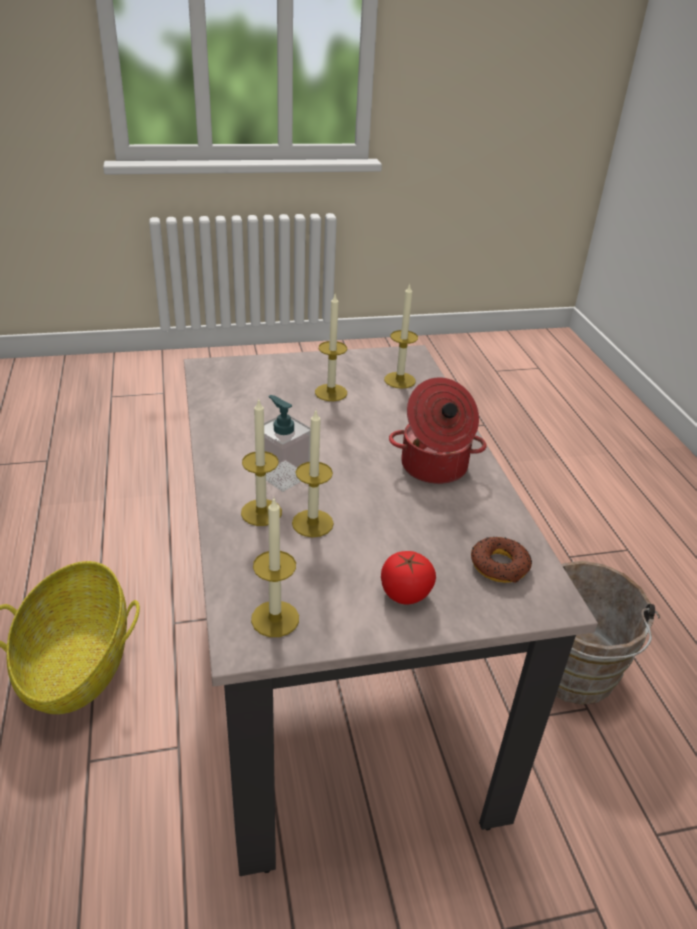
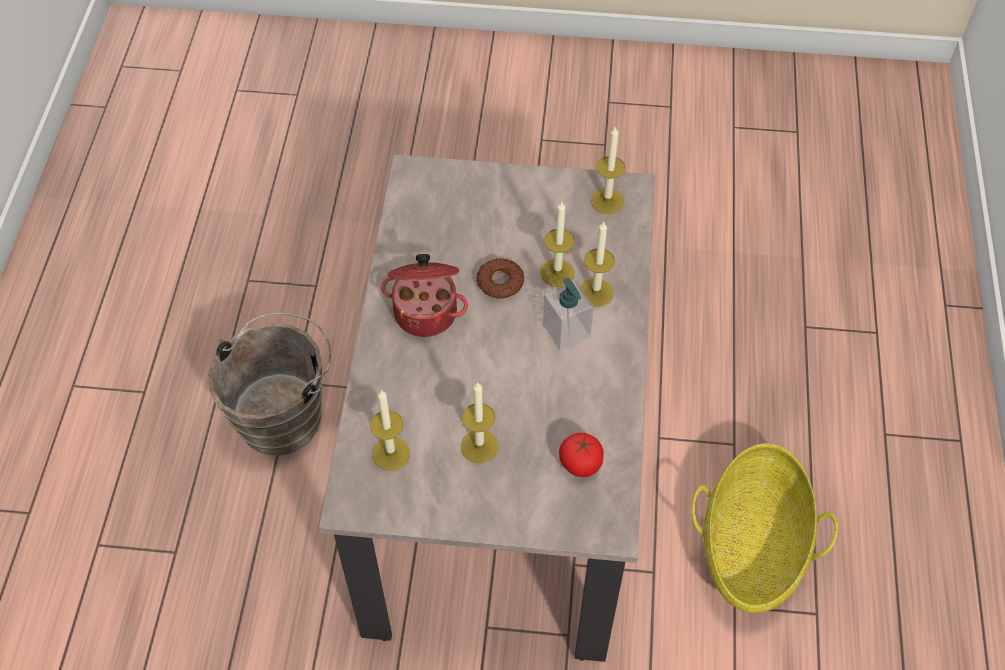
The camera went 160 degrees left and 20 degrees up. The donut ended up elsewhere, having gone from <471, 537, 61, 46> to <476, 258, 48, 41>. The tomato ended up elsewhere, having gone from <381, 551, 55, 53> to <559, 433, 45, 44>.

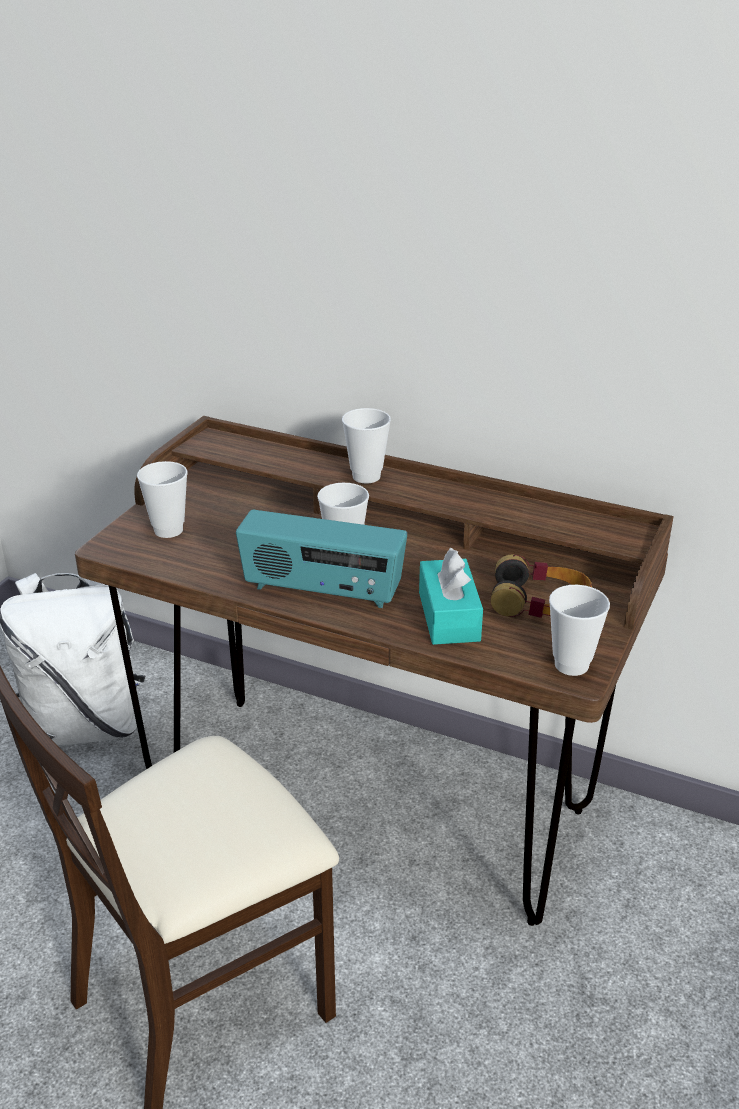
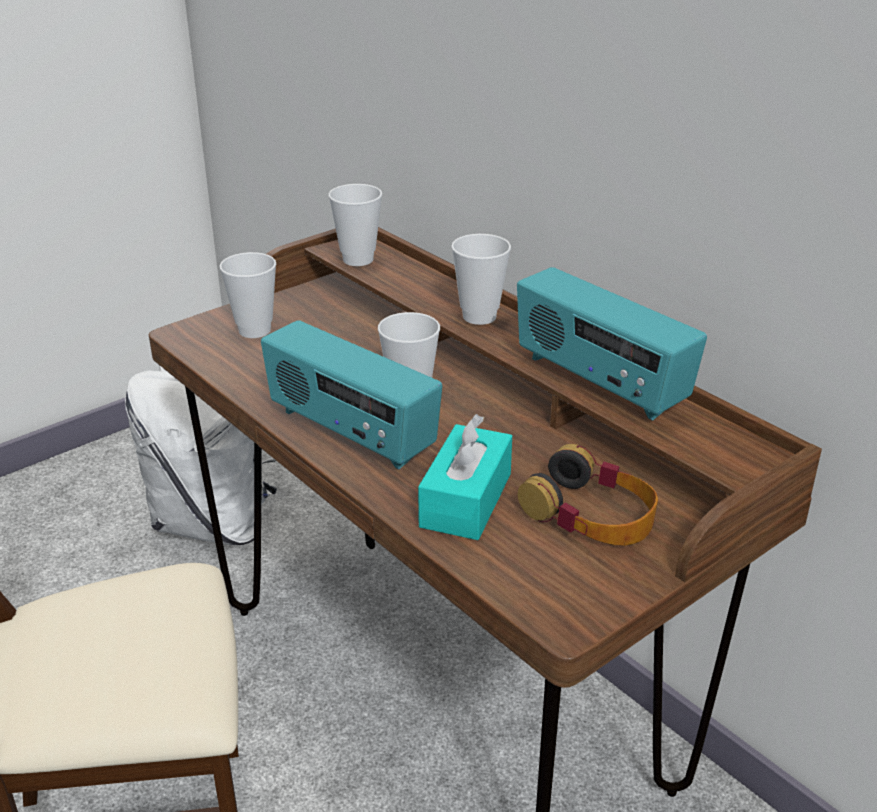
The camera went 25 degrees right and 0 degrees up. The cup ended up elsewhere, having gone from <549, 585, 61, 91> to <328, 184, 54, 82>. The second view gained the radio at <517, 267, 190, 154>.

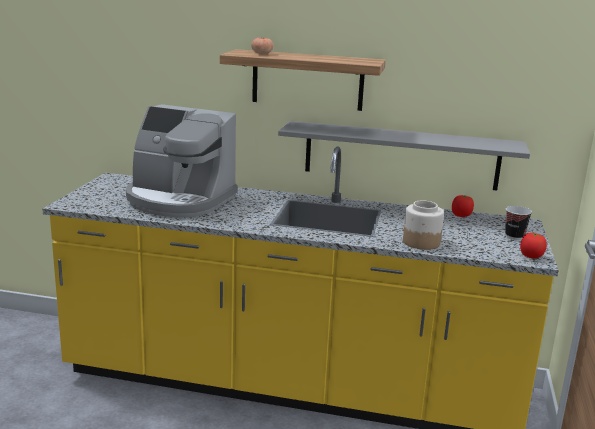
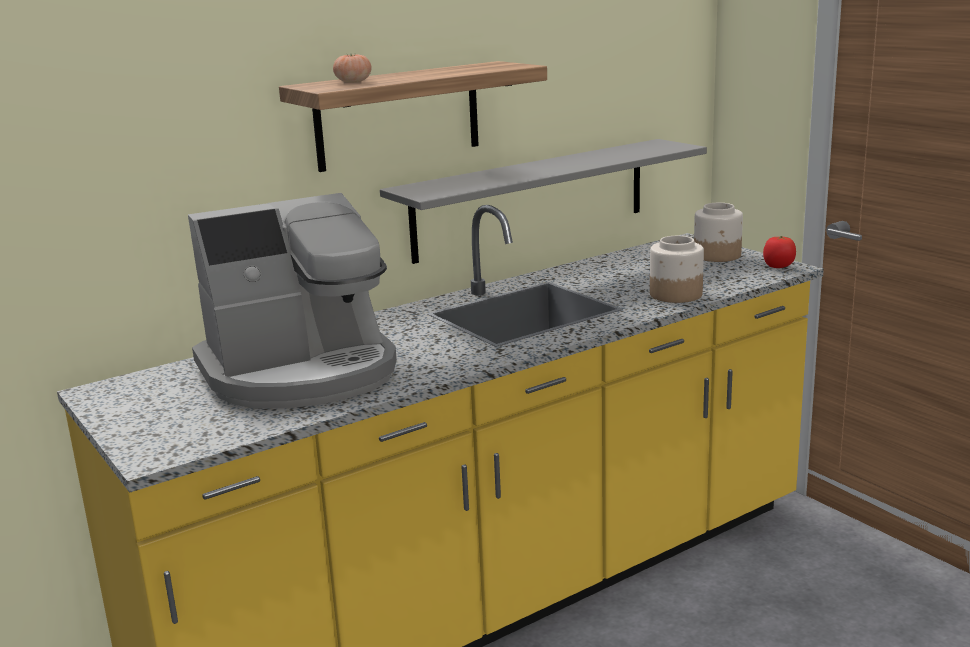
The camera went 45 degrees left and 0 degrees up. Where the cup stood at <505, 206, 27, 34>, the jar came to stand at <694, 203, 49, 59>. The second view lost the tomato at <452, 195, 22, 22>.

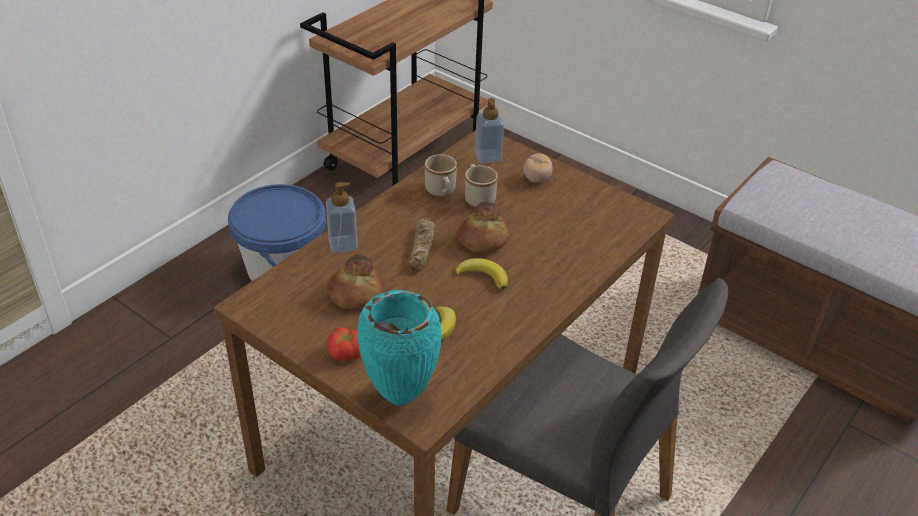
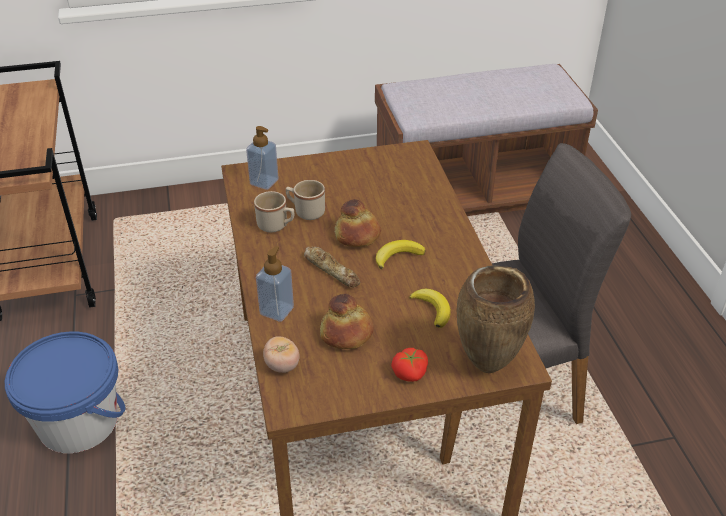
The camera went 50 degrees left and 0 degrees up. The tomato ended up elsewhere, having gone from <523, 153, 30, 30> to <263, 336, 37, 37>. What was the turquoise vase at <357, 290, 84, 116> turned into the brown vase at <457, 265, 78, 108>.

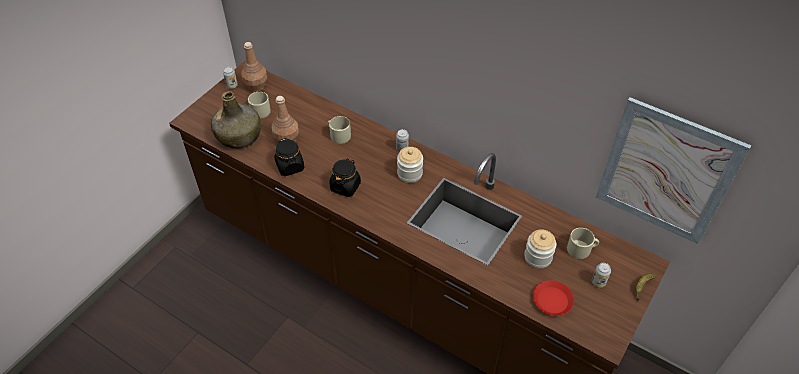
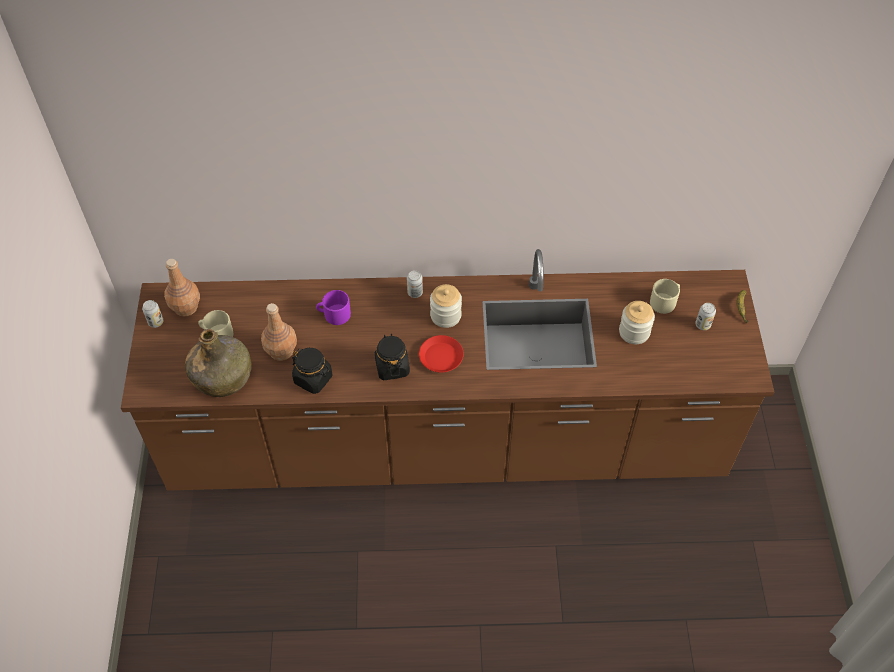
The camera went 35 degrees left and 5 degrees up. What was the beige mug at <327, 116, 24, 28> turned into the purple mug at <316, 290, 35, 35>. The red plate ended up elsewhere, having gone from <533, 280, 41, 36> to <419, 335, 45, 37>. The second view lost the picture at <596, 97, 155, 147>.

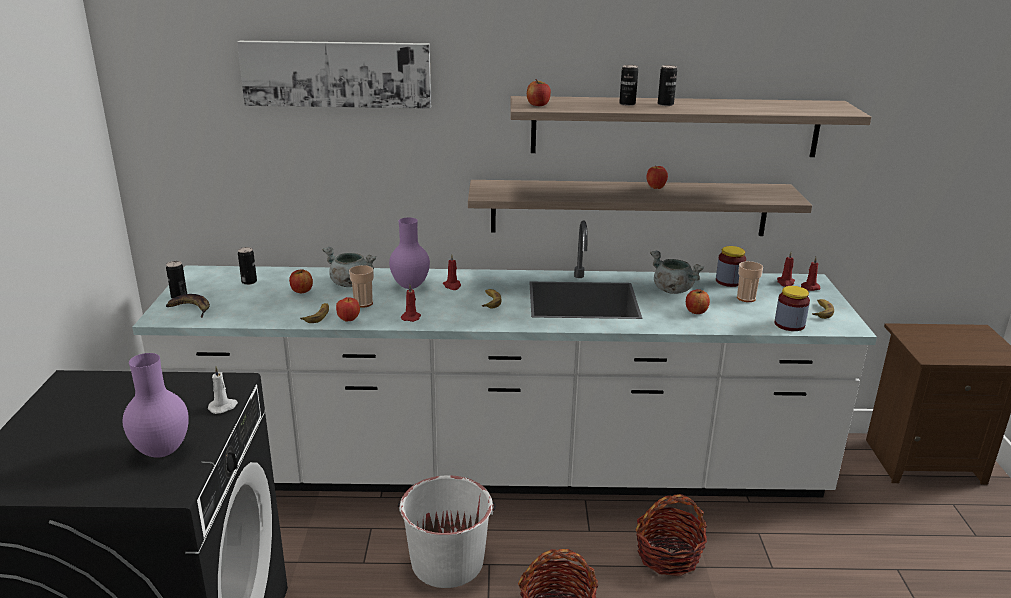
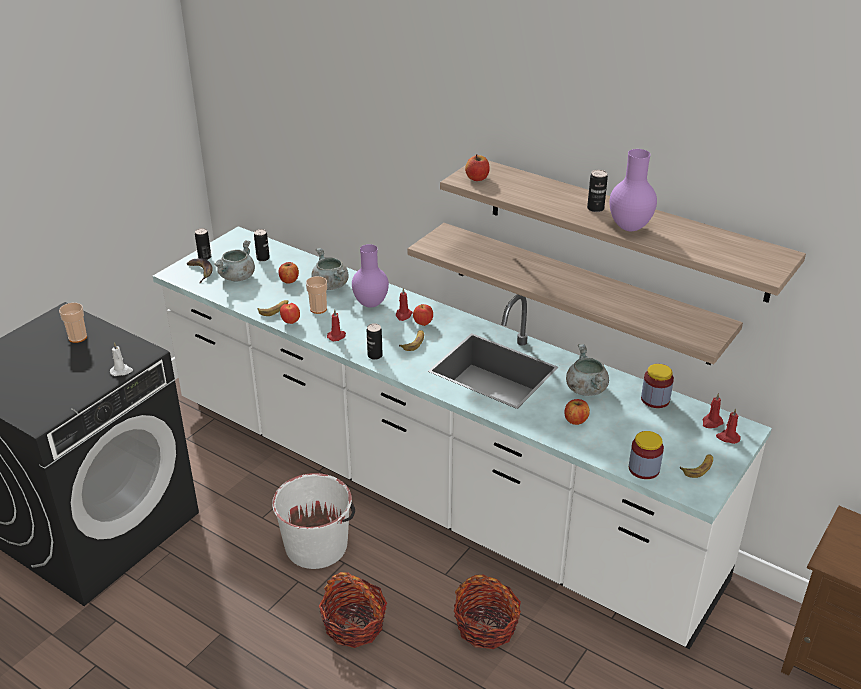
The camera went 35 degrees right and 10 degrees up. The cup ended up elsewhere, having gone from <737, 261, 26, 41> to <59, 303, 28, 40>. The second view gained the grey cooking pot at <214, 240, 41, 41>. The can ended up elsewhere, having gone from <619, 65, 19, 41> to <367, 323, 16, 37>. The apple ended up elsewhere, having gone from <646, 165, 22, 24> to <413, 304, 20, 22>. The purple vase ended up elsewhere, having gone from <122, 353, 67, 105> to <609, 149, 48, 82>. The second view lost the picture at <237, 41, 194, 68>.

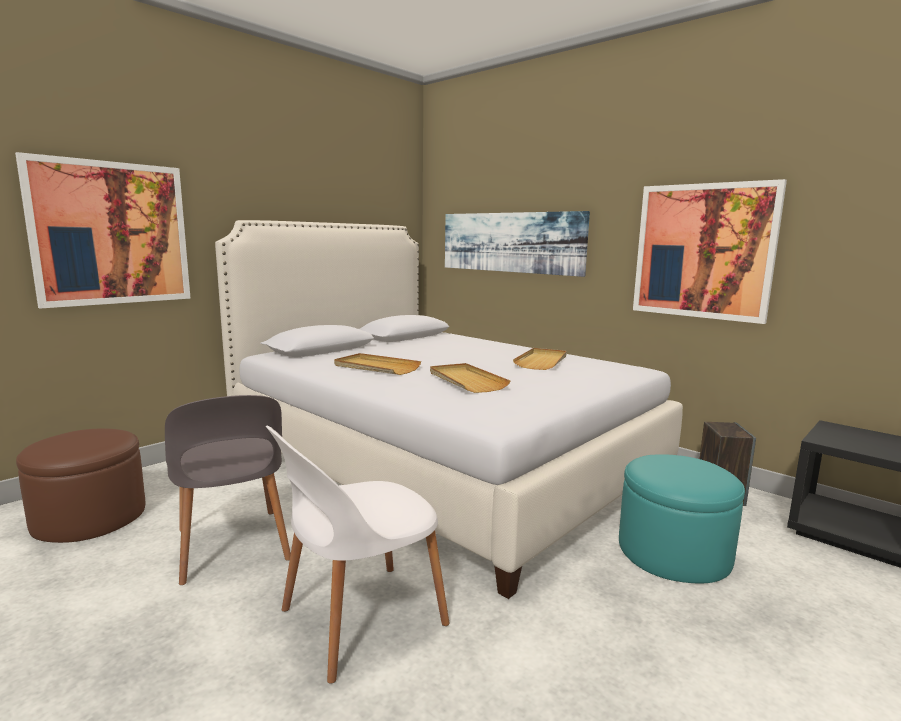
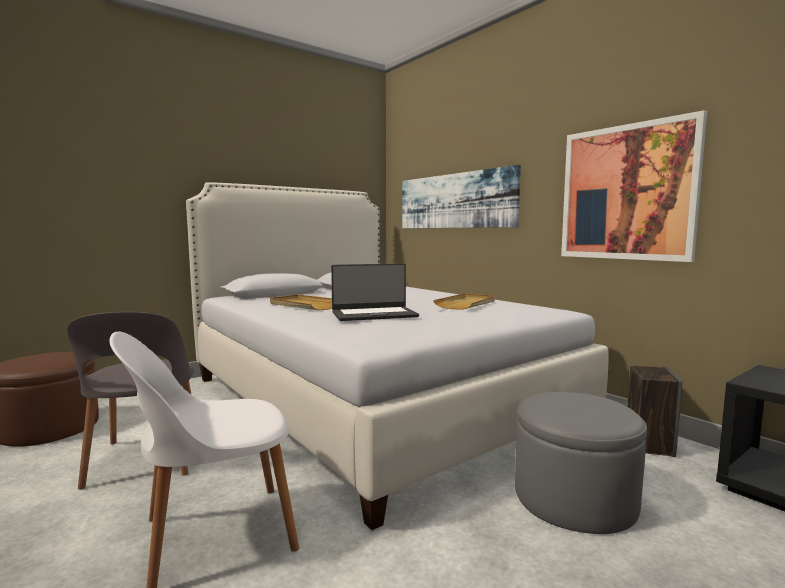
The camera went 10 degrees right and 5 degrees down. Where the beige tray stood at <430, 363, 80, 30>, the laptop came to stand at <331, 263, 88, 58>. What was the turquoise ottoman at <619, 454, 126, 129> turned into the grey ottoman at <515, 392, 132, 142>. The second view lost the picture at <15, 152, 176, 157>.

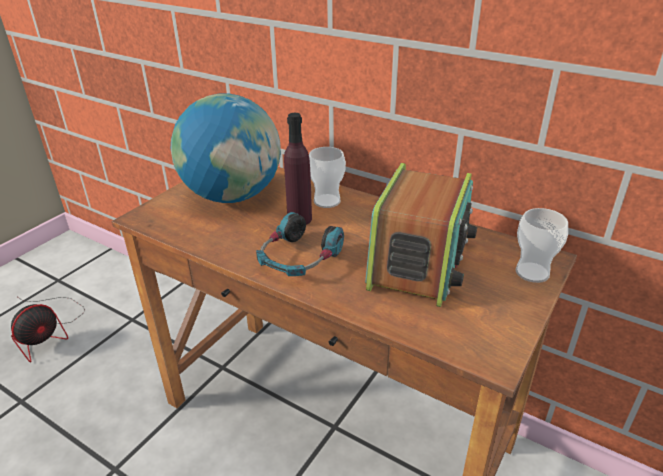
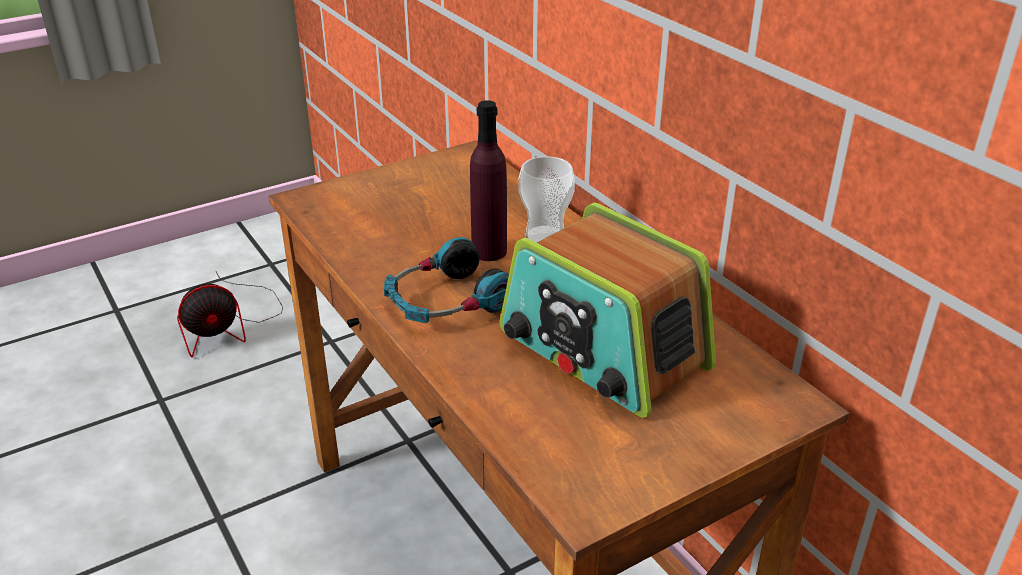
The camera went 25 degrees right and 0 degrees up. The radio at <365, 163, 112, 144> ended up facing another way, 90 degrees clockwise from before. The second view lost the globe at <171, 94, 110, 109>. The second view lost the cup at <516, 208, 52, 75>.

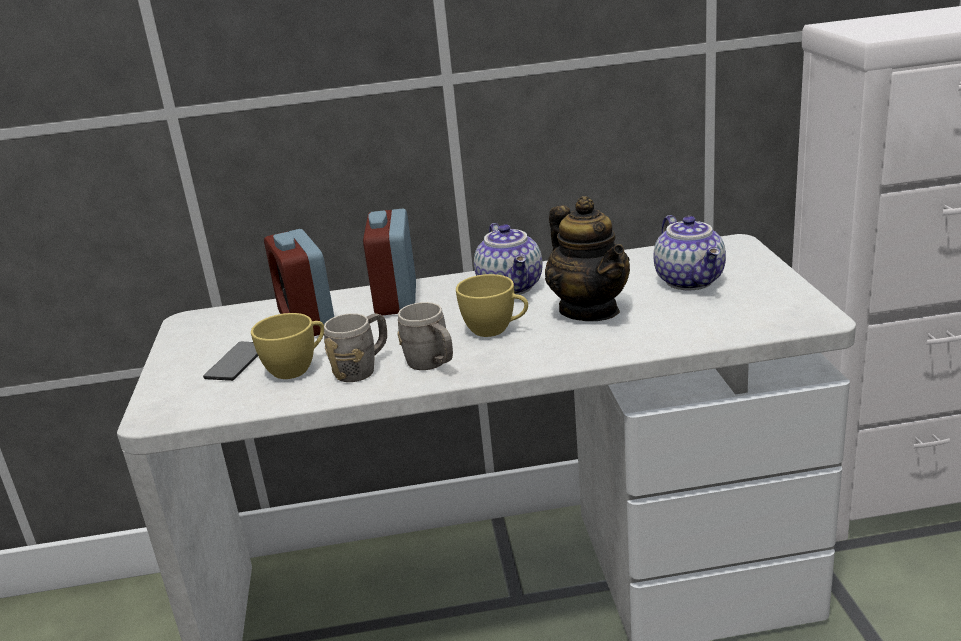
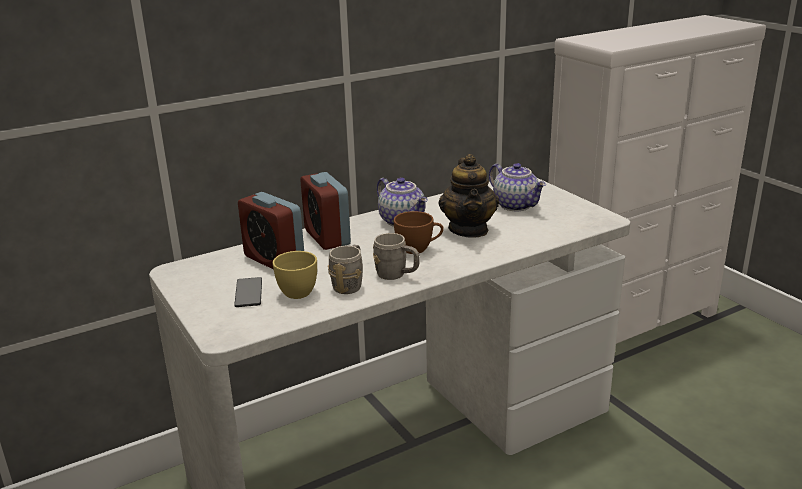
The camera went 25 degrees left and 0 degrees up. What was the yellow cup at <456, 274, 72, 63> turned into the brown cup at <394, 211, 50, 43>. The teapot at <545, 196, 85, 125> ended up facing another way, 45 degrees clockwise from before.

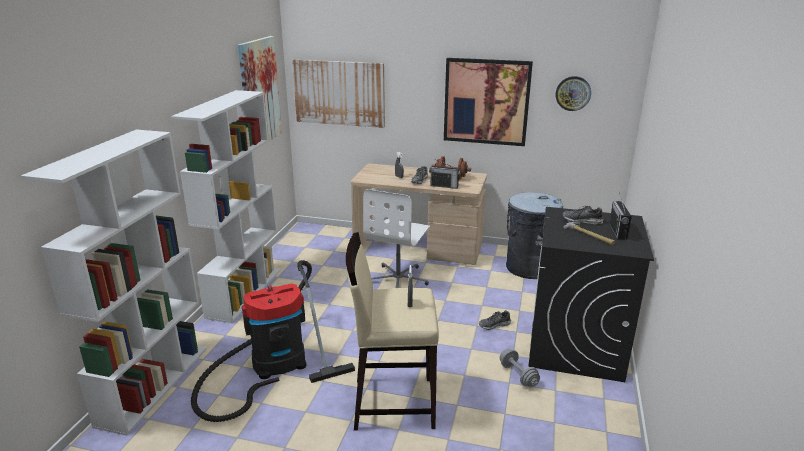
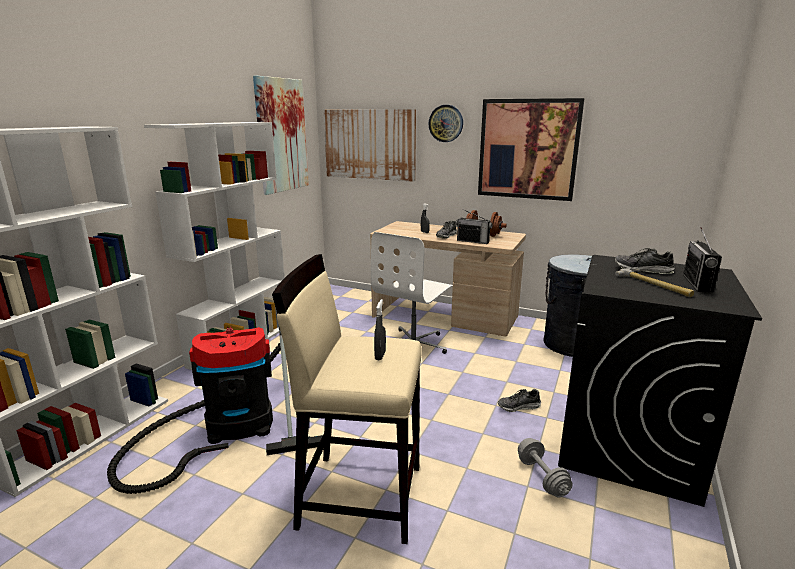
The camera went 10 degrees right and 5 degrees down. The wall clock ended up elsewhere, having gone from <556, 76, 35, 35> to <428, 105, 35, 37>.

